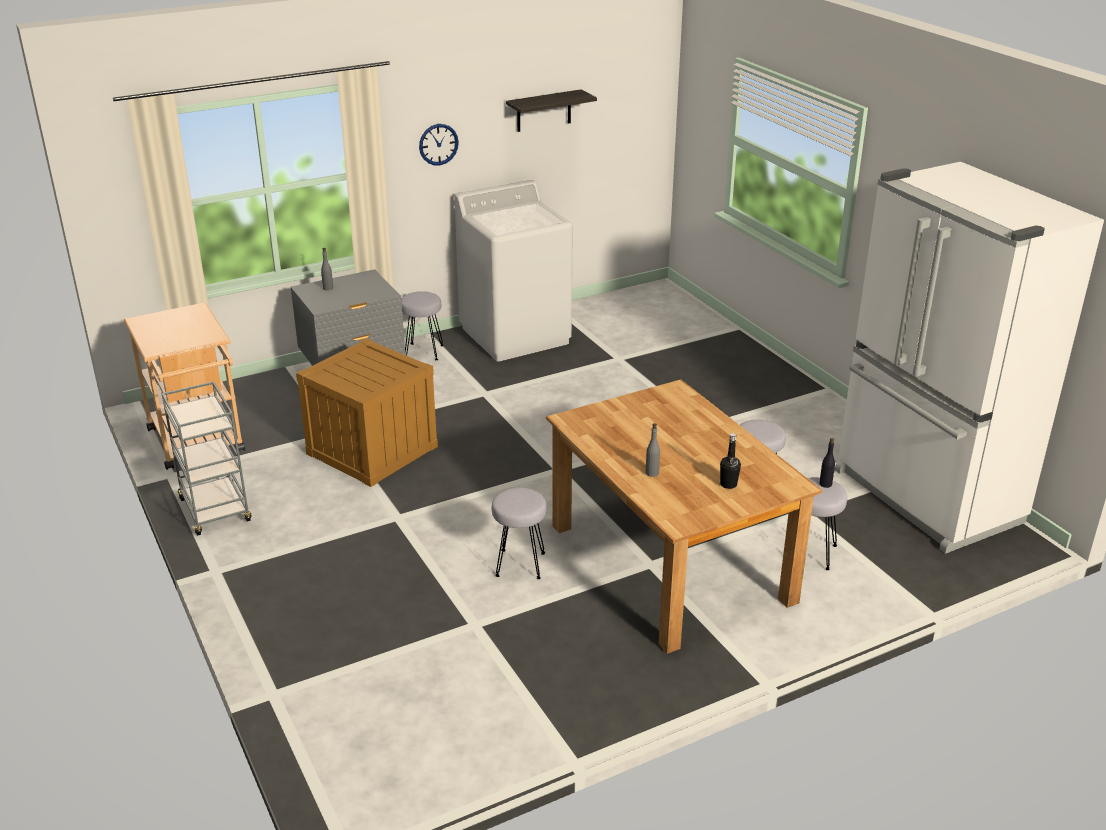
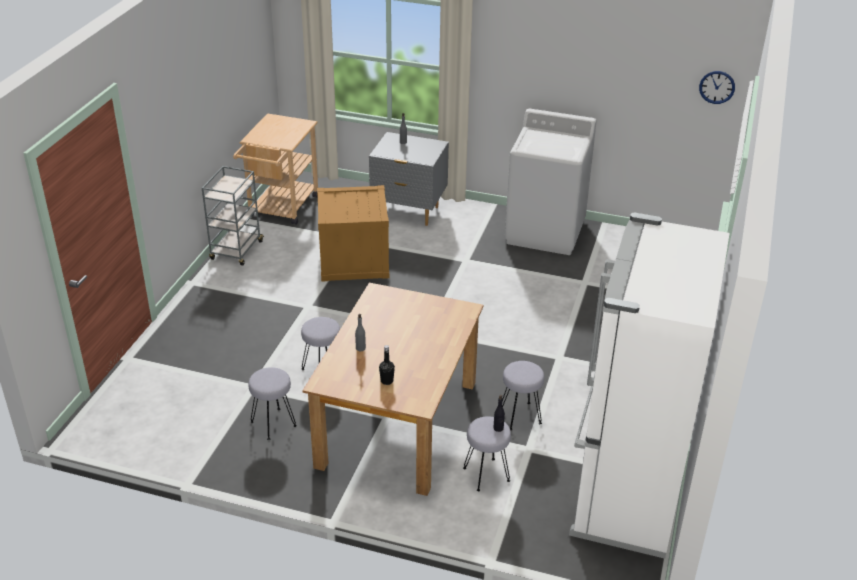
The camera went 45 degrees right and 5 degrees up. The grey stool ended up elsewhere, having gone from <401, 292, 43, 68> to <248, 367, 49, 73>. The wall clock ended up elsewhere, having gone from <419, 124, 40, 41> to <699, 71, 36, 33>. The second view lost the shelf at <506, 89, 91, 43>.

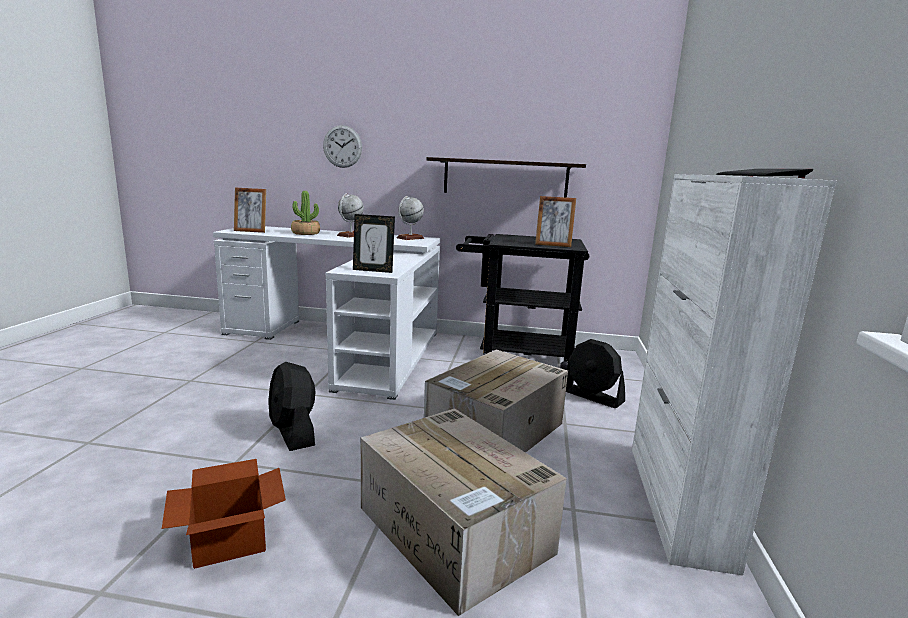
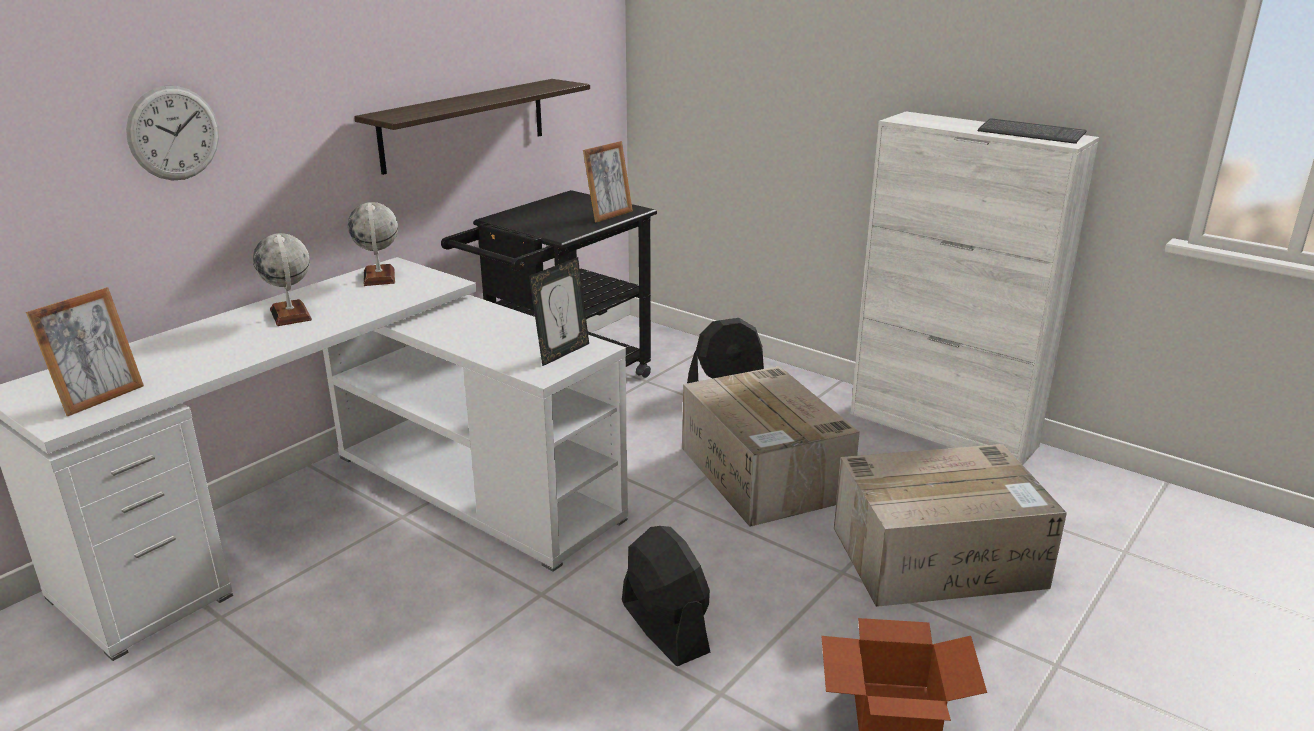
The camera went 60 degrees left and 10 degrees up. The black fan at <268, 362, 47, 89> ended up facing another way, 120 degrees counterclockwise from before. The second view lost the potted plant at <291, 191, 29, 44>.

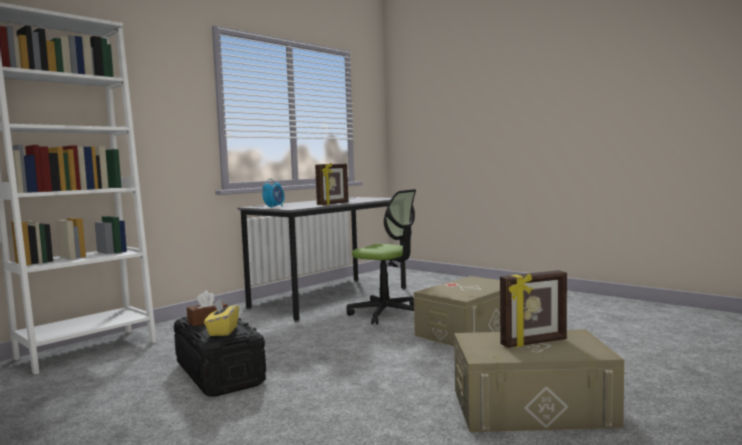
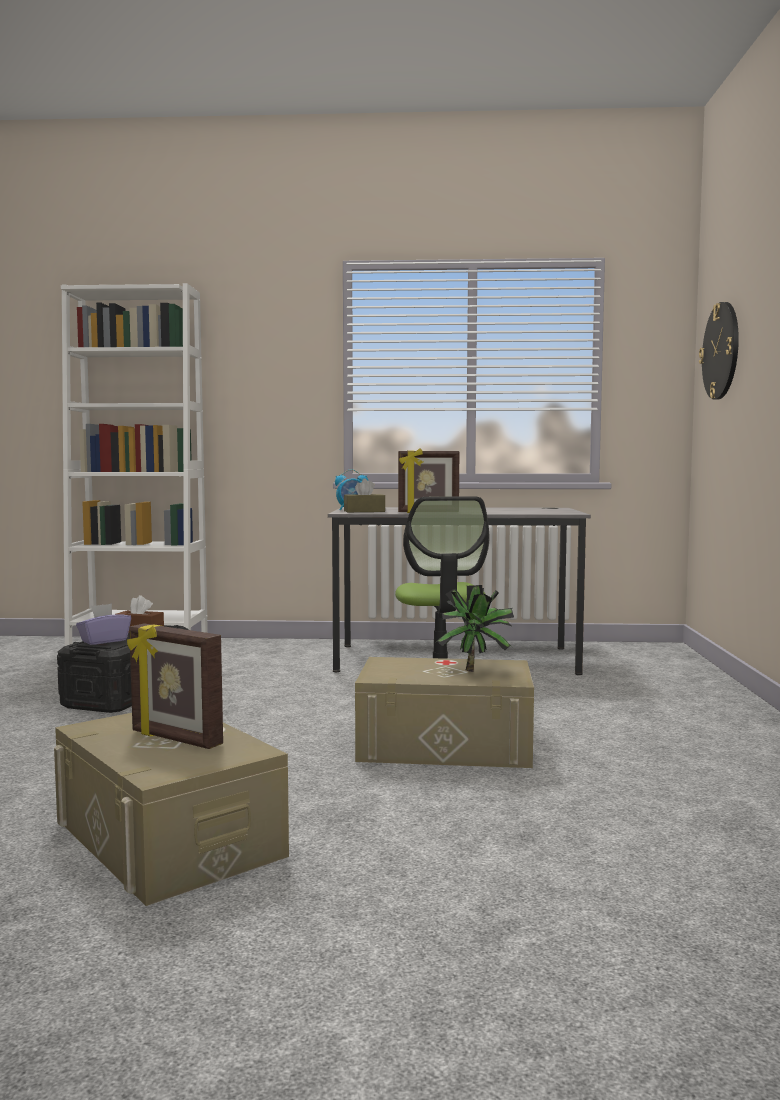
The camera went 50 degrees right and 0 degrees up. What was the yellow tissue box at <204, 299, 35, 37> turned into the purple tissue box at <76, 603, 55, 42>. The second view gained the brown tissue box at <344, 479, 41, 33>. The second view gained the potted plant at <436, 585, 78, 87>. The second view gained the wall clock at <699, 302, 40, 97>.

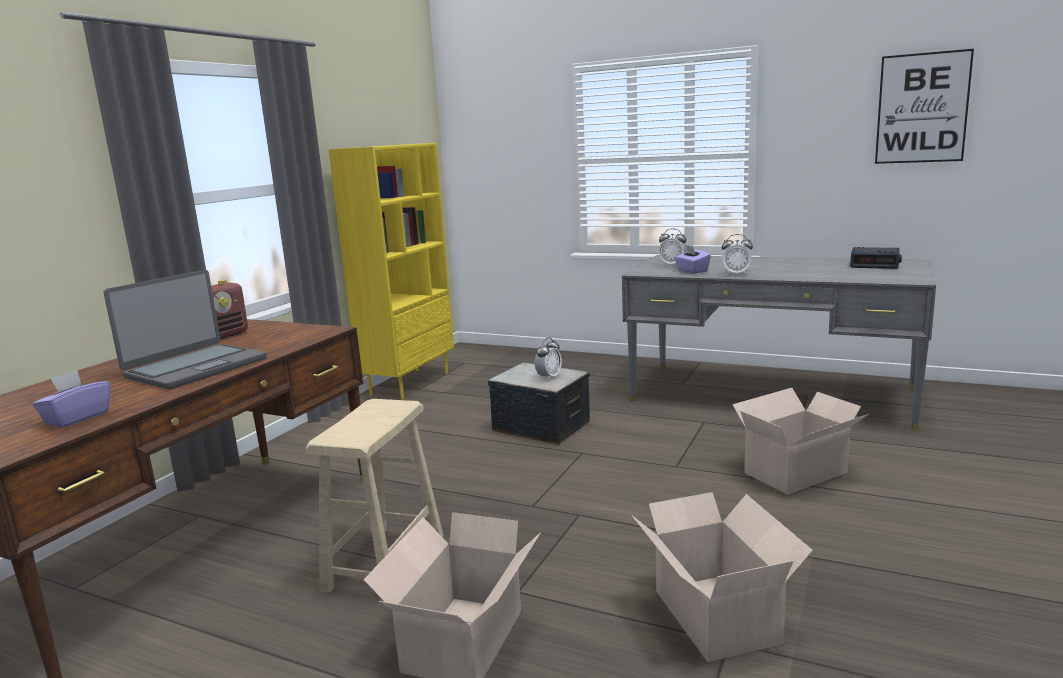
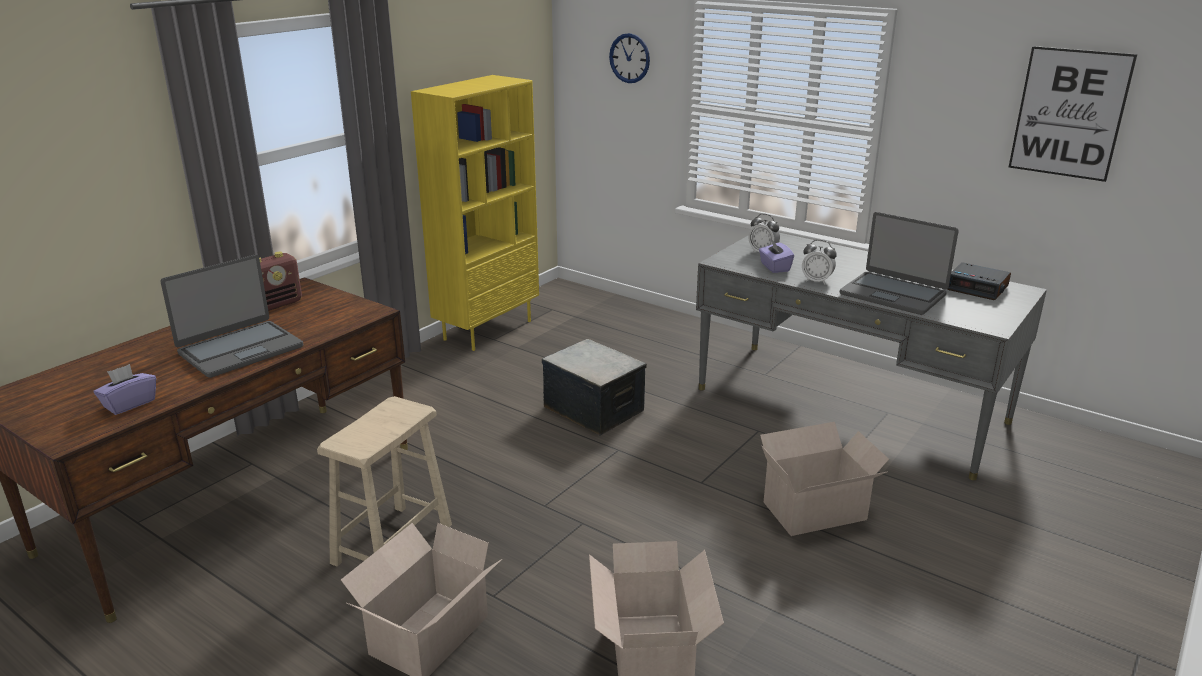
The camera went 10 degrees right and 10 degrees up. The second view gained the wall clock at <609, 33, 41, 50>. The second view gained the laptop at <840, 212, 119, 103>. The second view lost the alarm clock at <535, 338, 27, 42>.

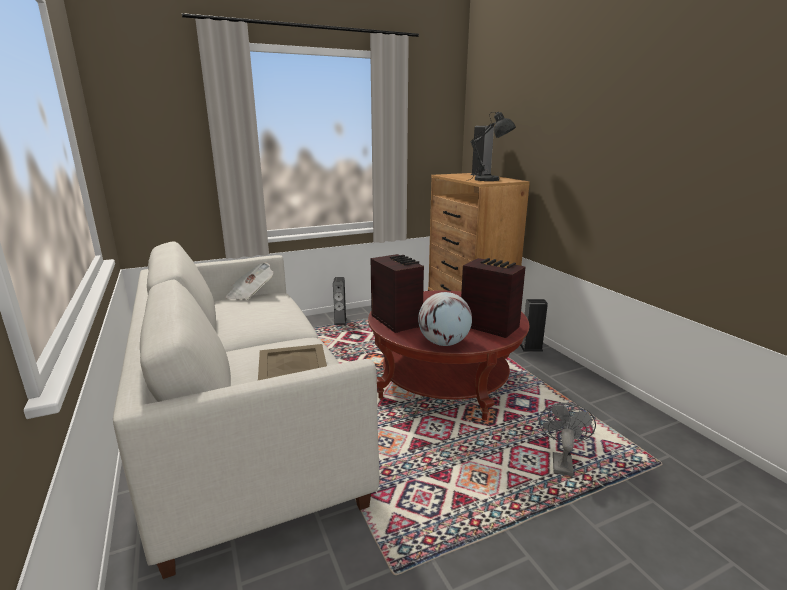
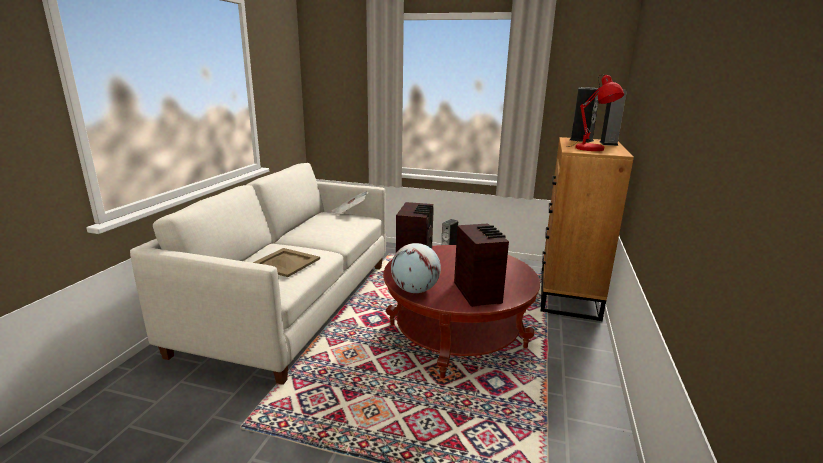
The camera went 40 degrees right and 0 degrees up. What was the grey table lamp at <470, 112, 46, 69> turned into the red table lamp at <567, 75, 57, 76>. The speaker ended up elsewhere, having gone from <520, 299, 28, 52> to <570, 87, 29, 55>. The second view lost the grey fan at <539, 403, 57, 73>.

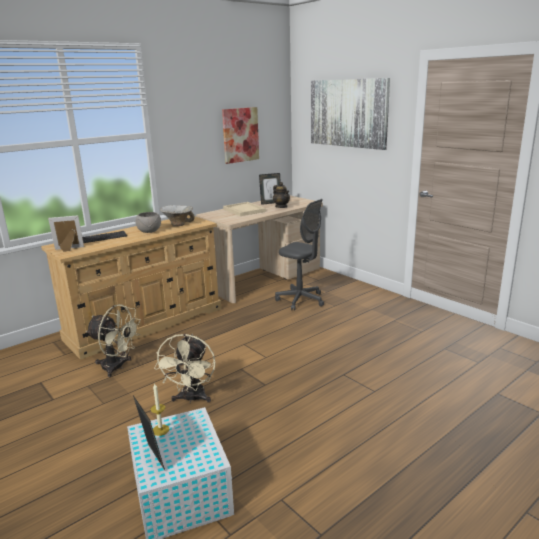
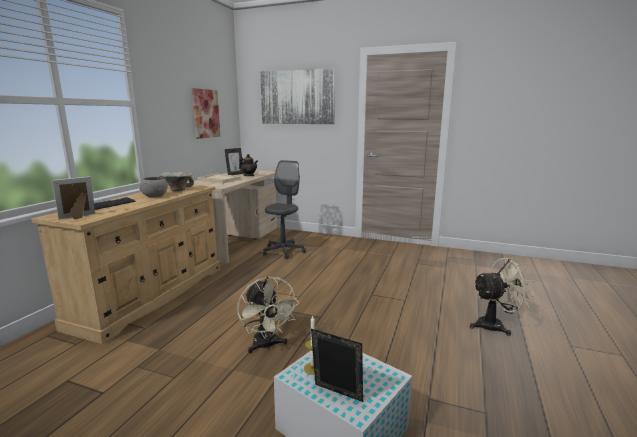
The camera went 30 degrees left and 5 degrees down. The grey office chair at <275, 199, 49, 112> ended up facing another way, 75 degrees counterclockwise from before. The beige fan ended up elsewhere, having gone from <86, 304, 55, 73> to <470, 258, 66, 78>.

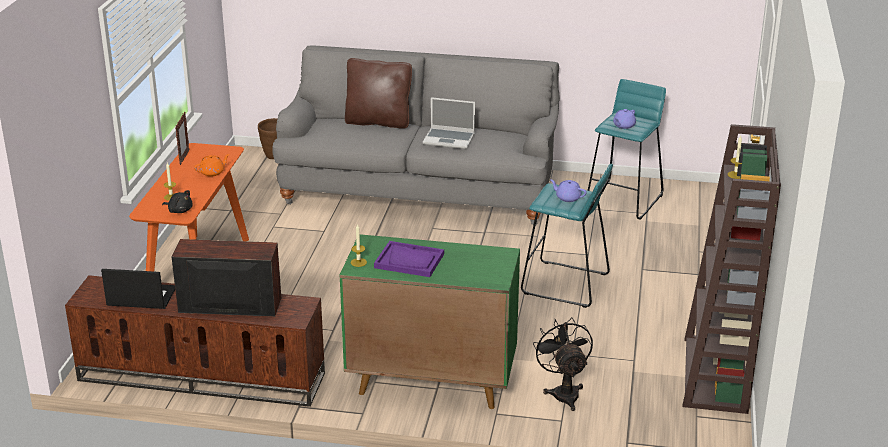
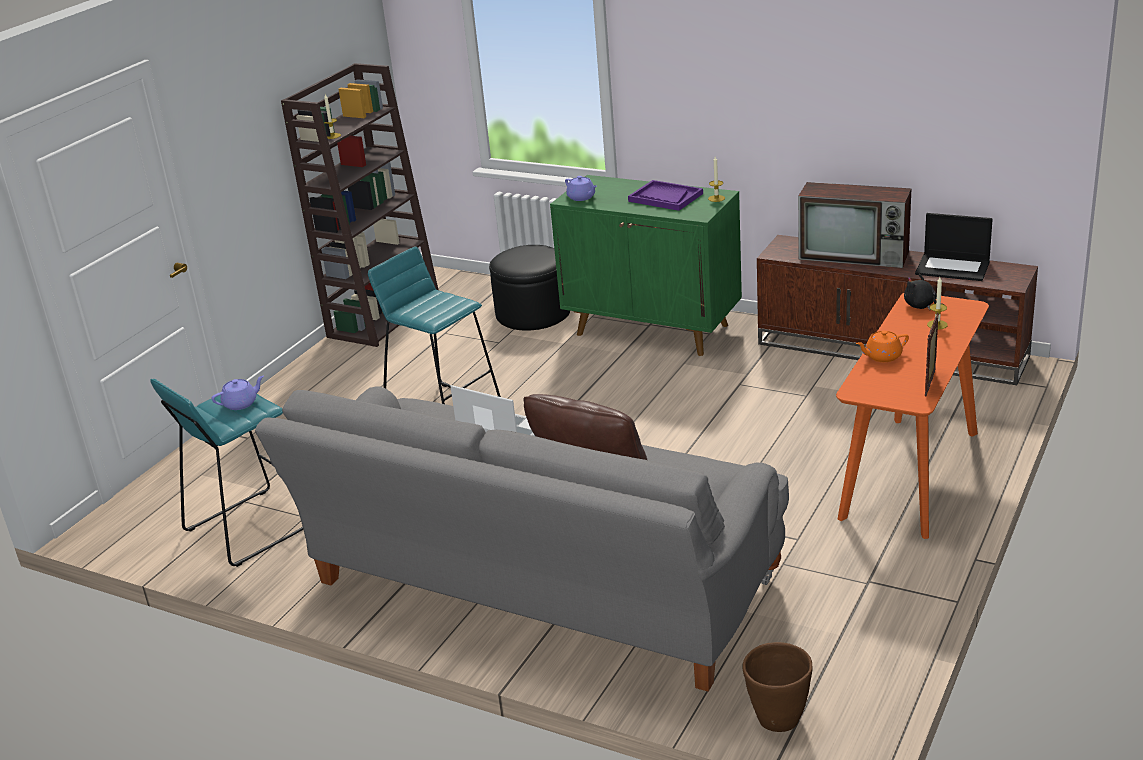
The camera went 160 degrees left and 0 degrees up. Where the black fan stood at <533, 317, 60, 94>, the black ottoman came to stand at <489, 245, 81, 86>. The purple teapot ended up elsewhere, having gone from <550, 179, 37, 23> to <565, 176, 32, 25>.

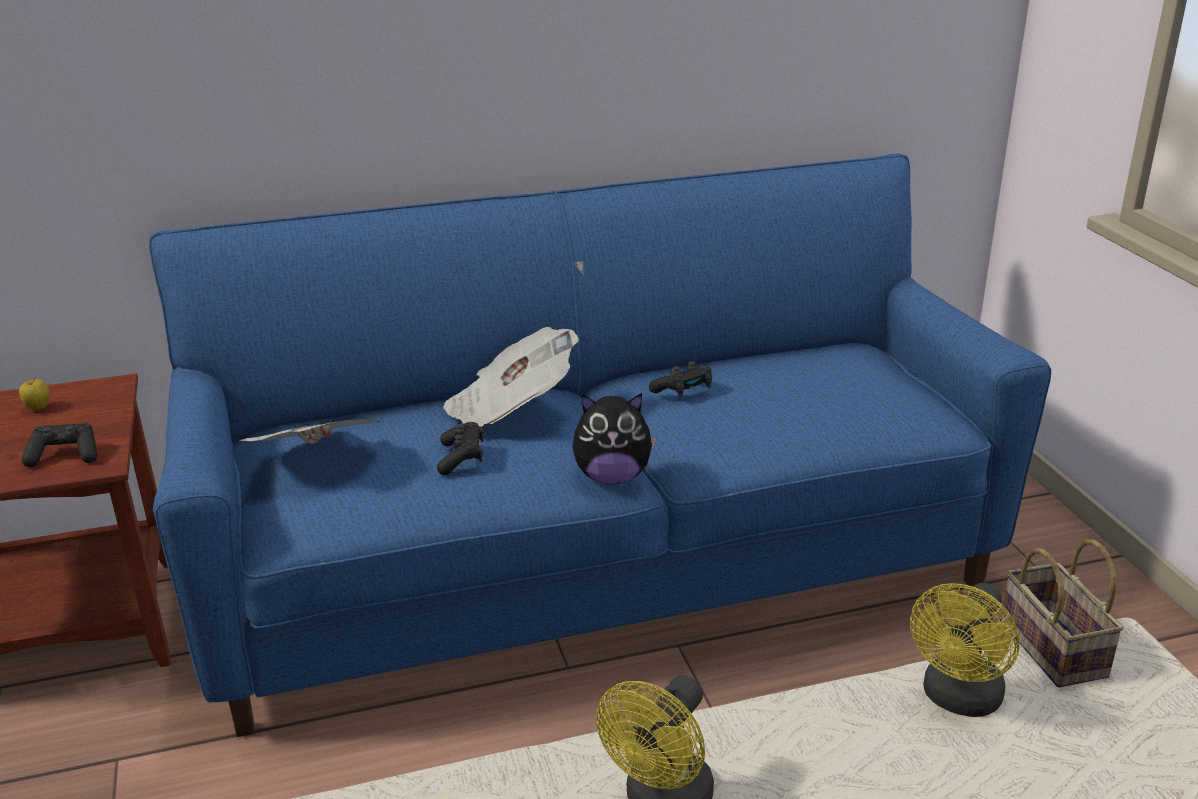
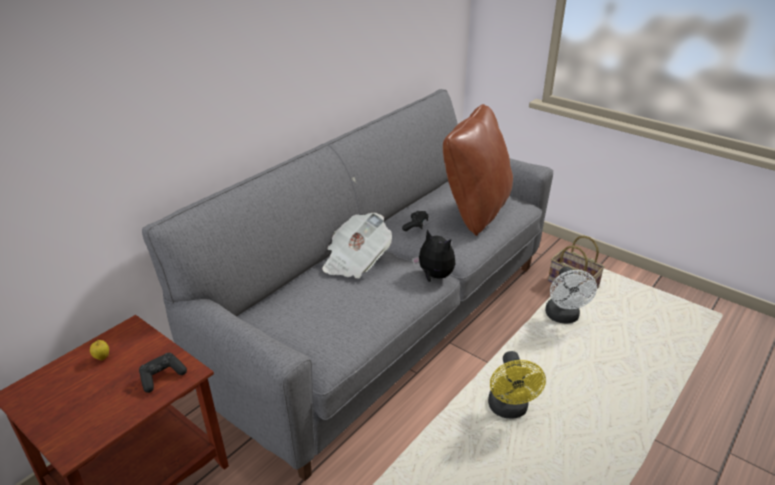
The camera went 35 degrees left and 5 degrees up. What was the blue sofa at <149, 153, 902, 584> turned into the grey sofa at <142, 89, 411, 392>. The plush toy at <572, 393, 85, 91> ended up facing another way, 105 degrees counterclockwise from before. The second view gained the brown pillow at <443, 104, 70, 132>. What was the yellow fan at <910, 583, 110, 134> turned into the white fan at <545, 267, 52, 56>. The second view lost the newspaper at <240, 419, 141, 25>. The second view lost the black game controller at <437, 422, 47, 53>.

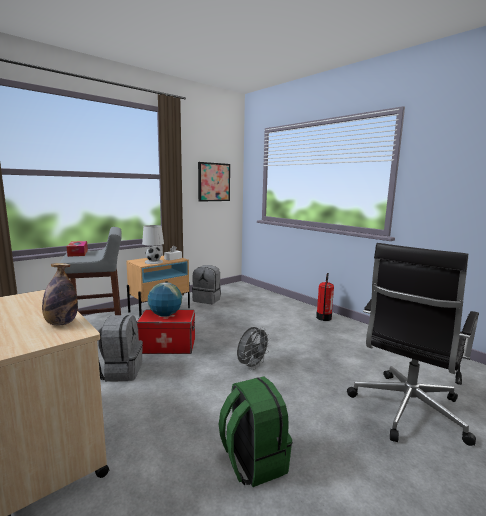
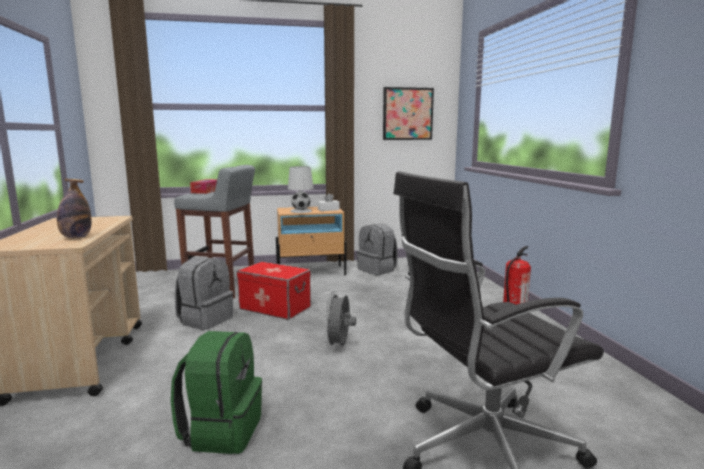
The camera went 30 degrees right and 0 degrees up. The grey fan at <237, 327, 34, 43> ended up facing another way, 120 degrees clockwise from before. The second view lost the globe at <148, 282, 34, 35>.

